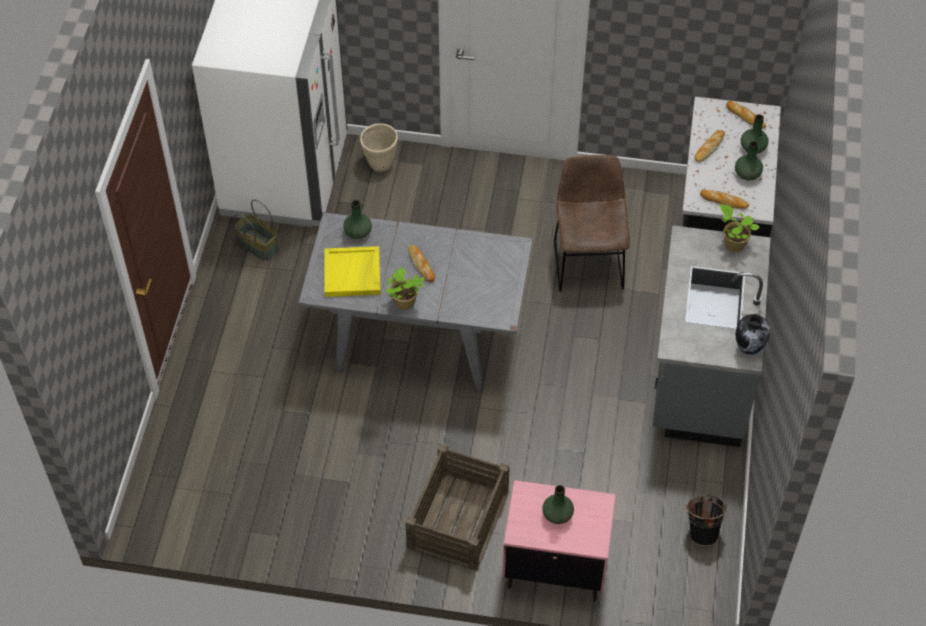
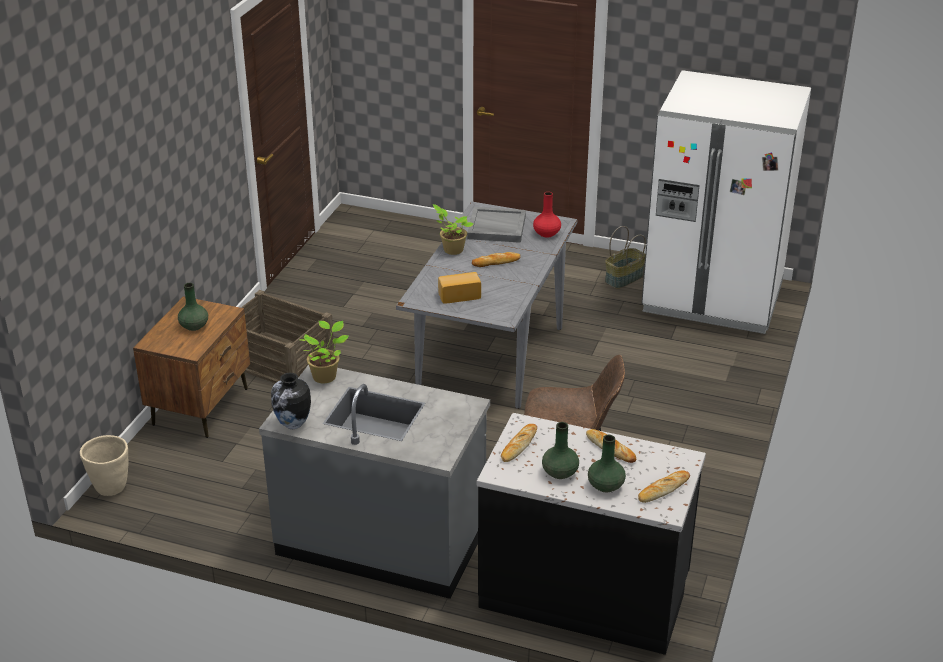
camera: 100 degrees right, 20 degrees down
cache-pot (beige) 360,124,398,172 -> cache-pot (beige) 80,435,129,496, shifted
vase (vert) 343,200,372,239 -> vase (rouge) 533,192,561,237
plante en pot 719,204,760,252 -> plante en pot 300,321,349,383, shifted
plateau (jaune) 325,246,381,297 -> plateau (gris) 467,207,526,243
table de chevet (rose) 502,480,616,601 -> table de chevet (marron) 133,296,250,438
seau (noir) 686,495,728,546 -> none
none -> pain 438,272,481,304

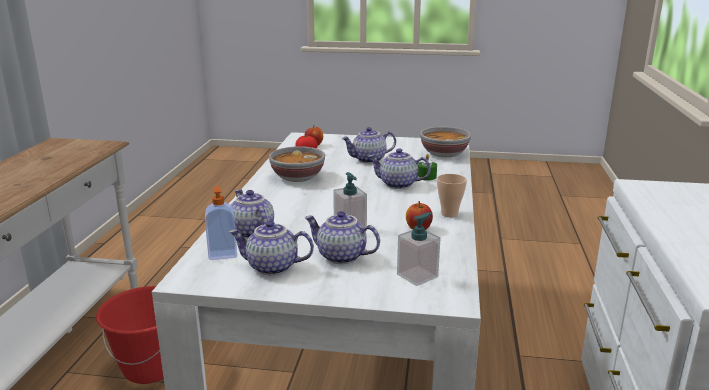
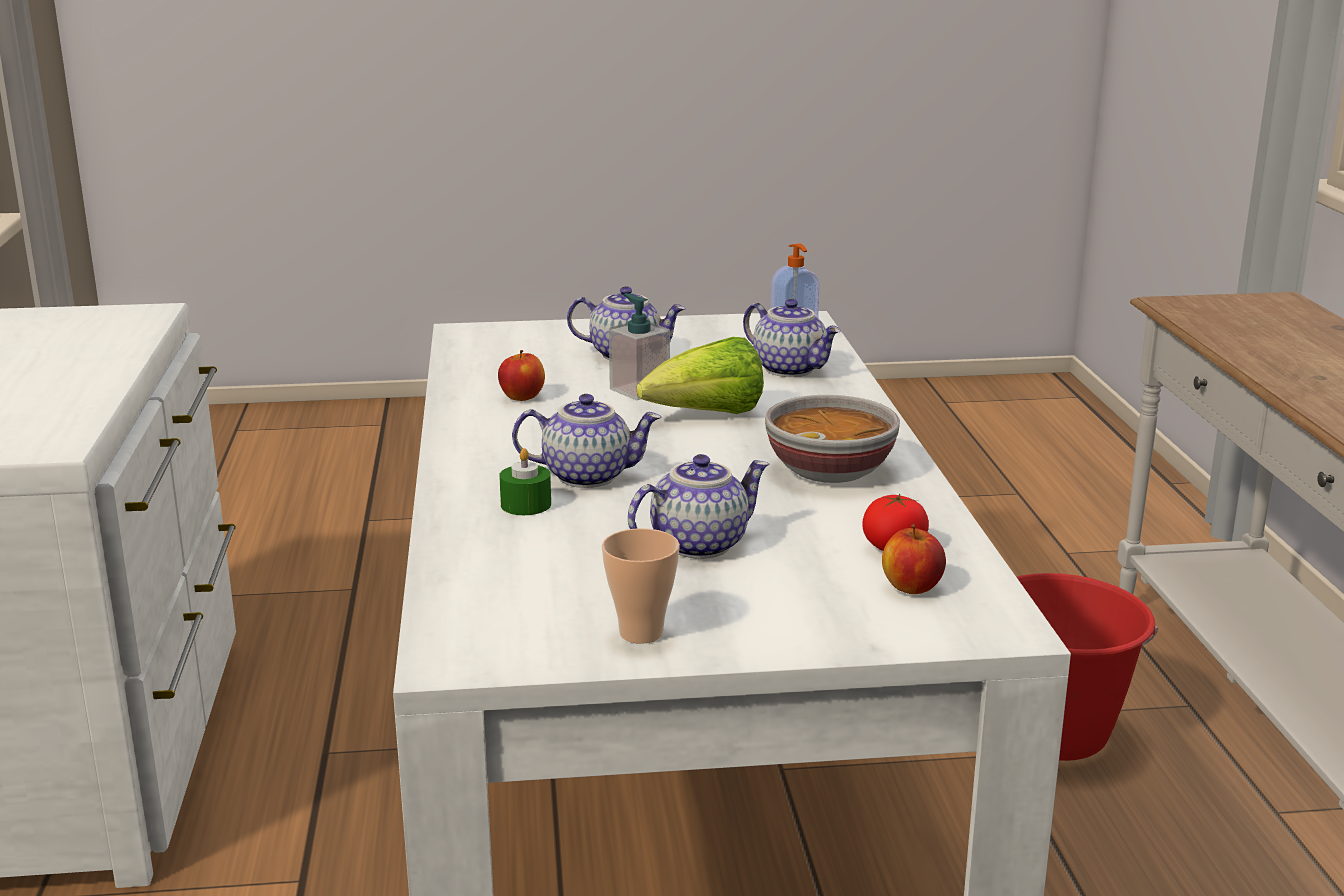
camera: 165 degrees right, 0 degrees up
bol 420,126,471,157 -> none
tasse 437,174,467,217 -> tasse 602,528,680,644, shifted
distributeur de savon 397,212,440,286 -> none
théière 229,220,314,275 -> none
none -> laitue 637,337,764,414

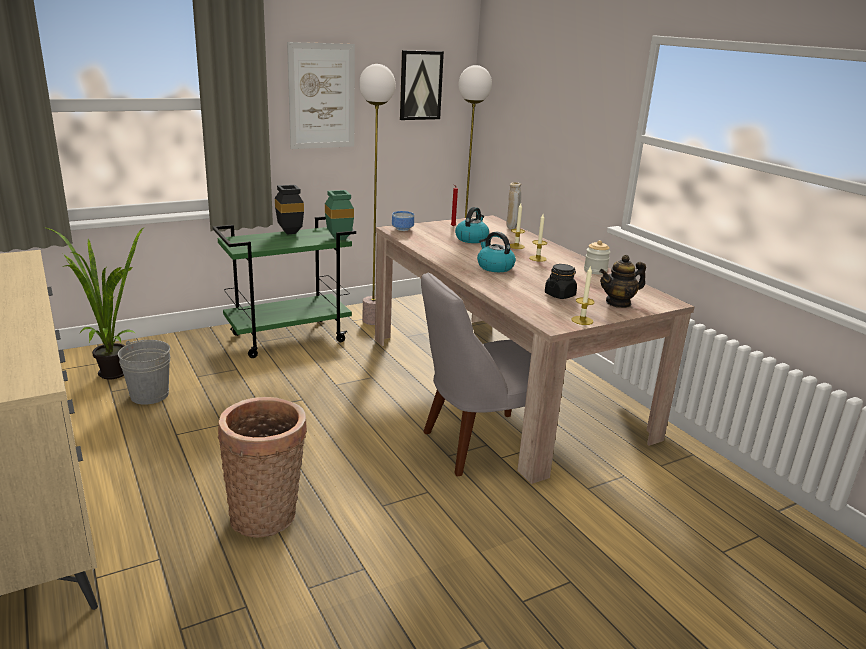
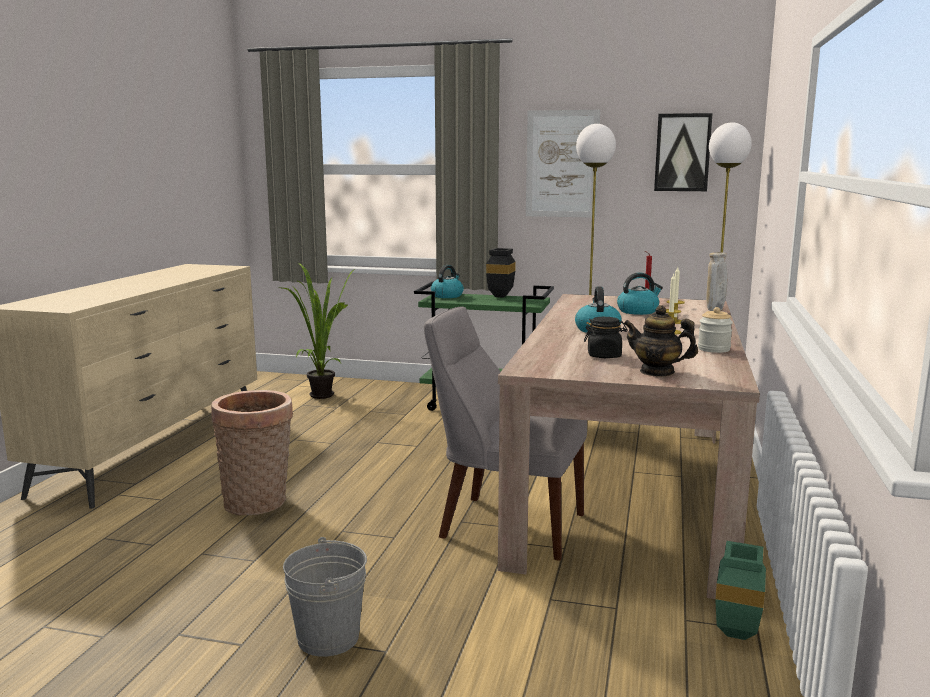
camera: 45 degrees right, 10 degrees down
vase (vert) 325,190,354,240 -> vase (vert) 715,541,766,640, shifted
bol 392,211,414,231 -> none
bougie 572,265,595,325 -> none
seau (gris) 118,340,170,405 -> seau (gris) 283,537,367,657, shifted
none -> bouilloire 431,265,464,298

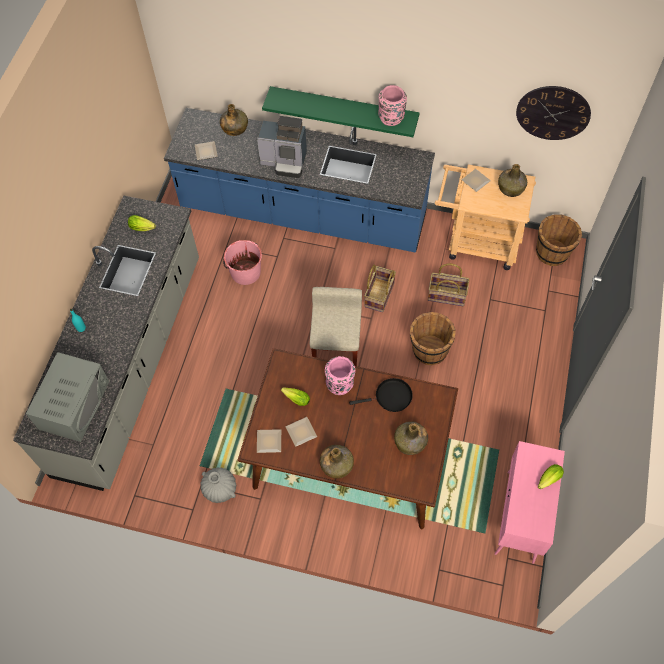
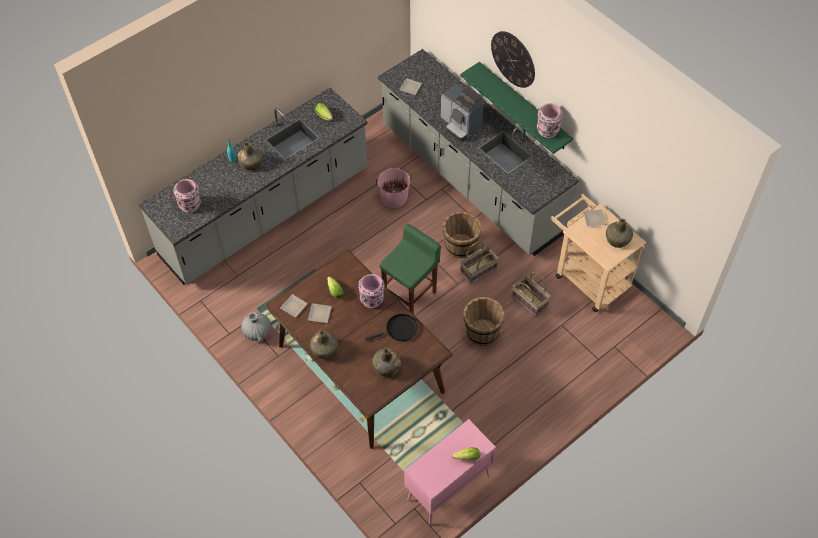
camera: 35 degrees right, 5 degrees down
horloge murale 516,86,591,140 -> horloge murale 491,31,535,88, shifted
bouteille (vert) 220,104,248,136 -> bouteille (vert) 237,142,263,170, shifted
comptoir de cuisine (bleu) 164,108,435,253 -> comptoir de cuisine (gris) 378,49,579,256
seau (marron) 536,215,582,266 -> seau (marron) 442,211,482,258, shifted
tabouret (beige) 310,287,362,366 -> tabouret (vert) 380,224,441,315
micro-ondes (gris) 26,352,110,442 -> vase (rose) 173,179,201,213
poêle (noir) 349,378,413,412 -> poêle (noir) 365,314,418,341, 45 degrees counterclockwise

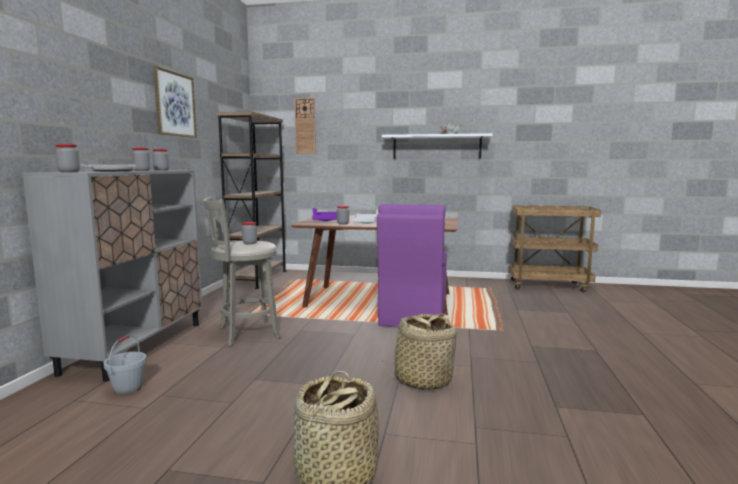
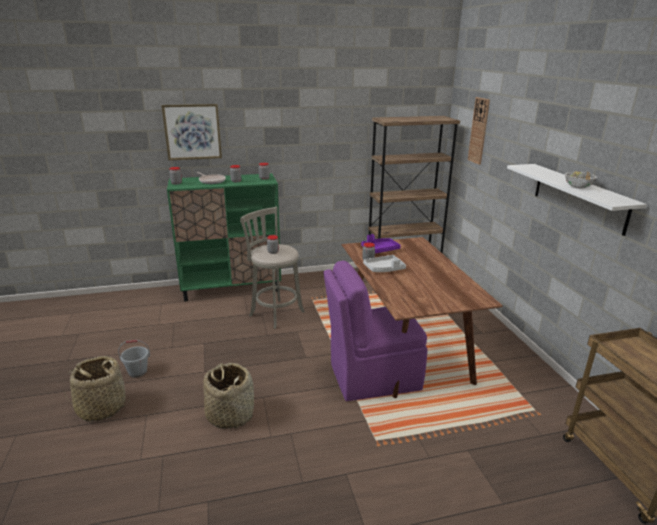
camera: 65 degrees right, 15 degrees up
tableau 153,66,197,138 -> tableau 161,104,222,160, shifted
meuble de rangement (gris) 22,171,202,382 -> meuble de rangement (vert) 167,173,281,301
seau (gris) 103,334,147,395 -> seau (gris) 118,340,150,378, shifted

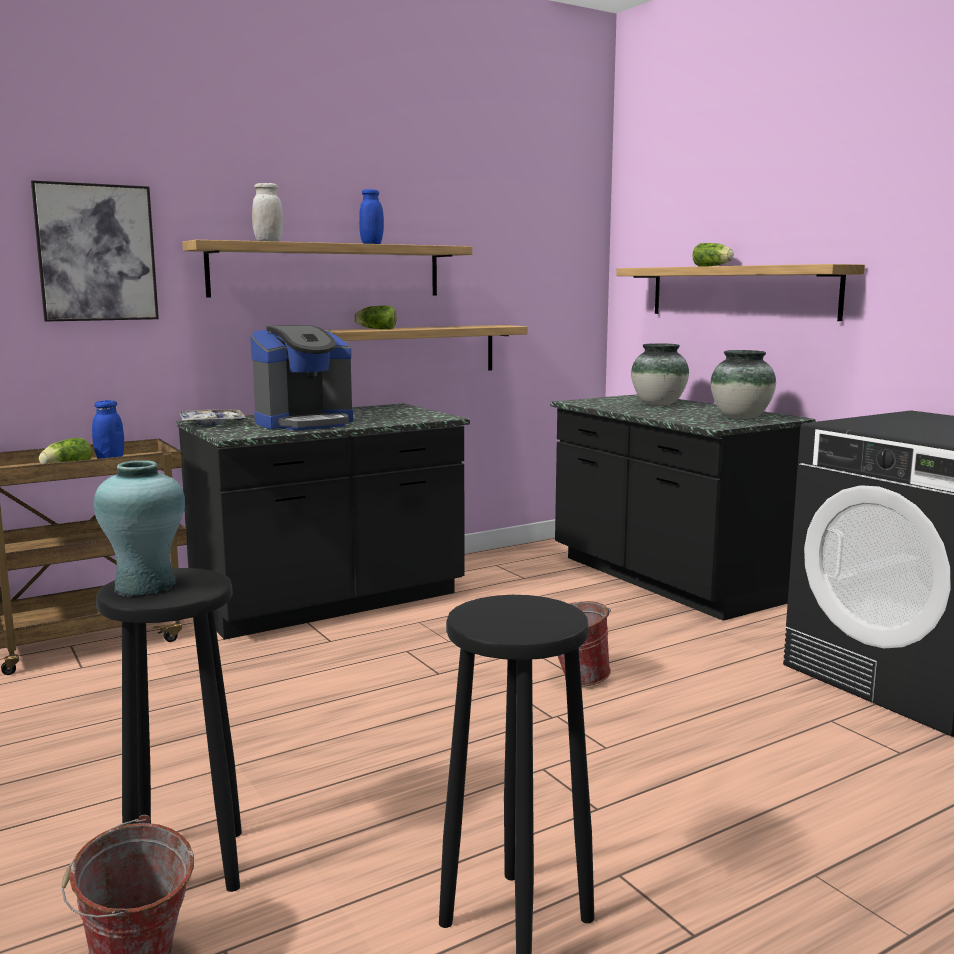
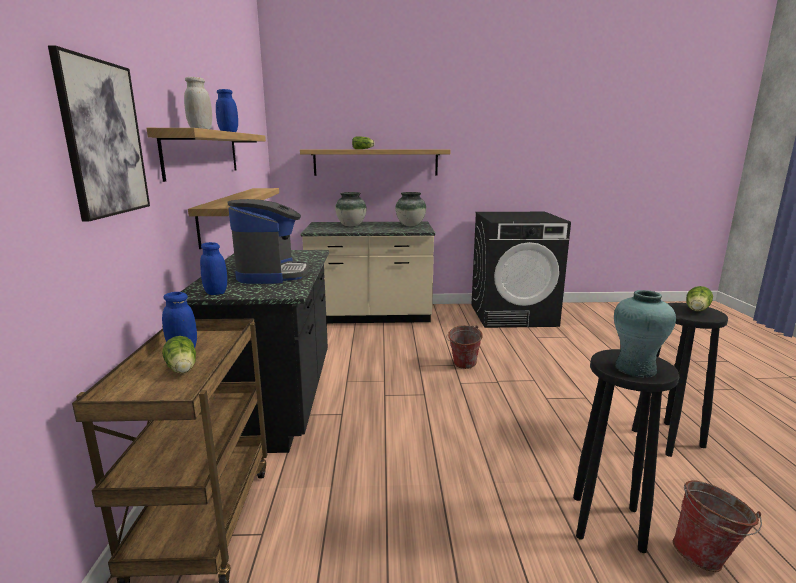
camera: 60 degrees left, 5 degrees up
laitue 354,306,396,329 -> laitue 686,286,713,311, shifted
comptoir de cuisine (noir) 551,394,815,621 -> comptoir de cuisine (beige) 301,222,435,323
plateau 179,409,246,426 -> bocal (bleu) 200,242,227,295

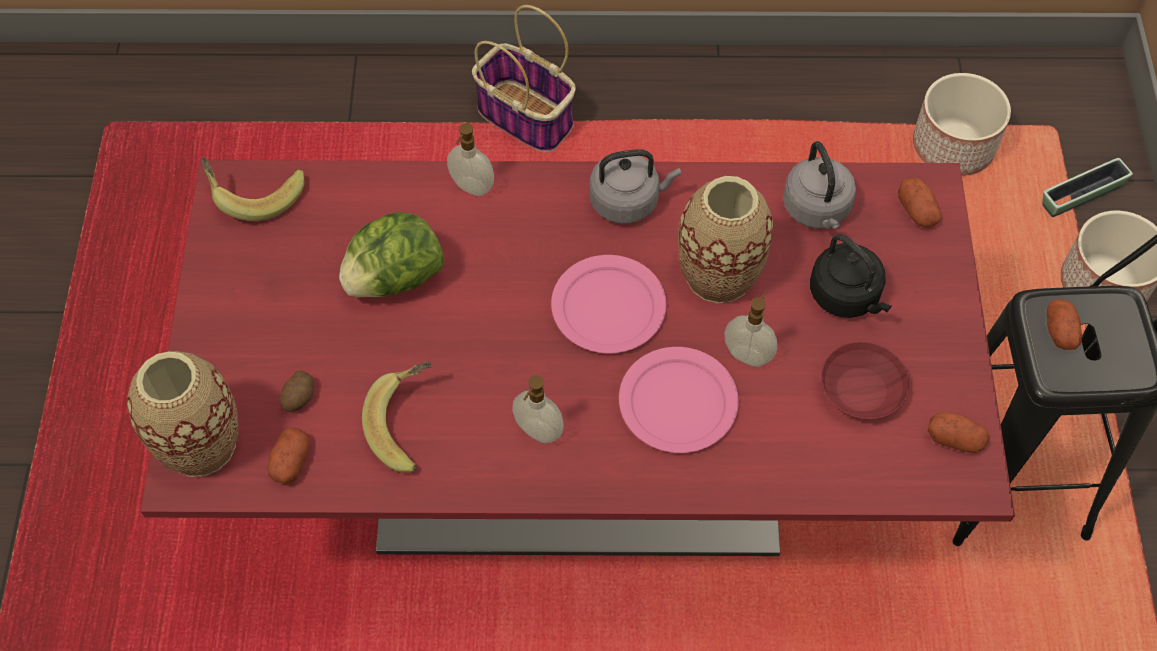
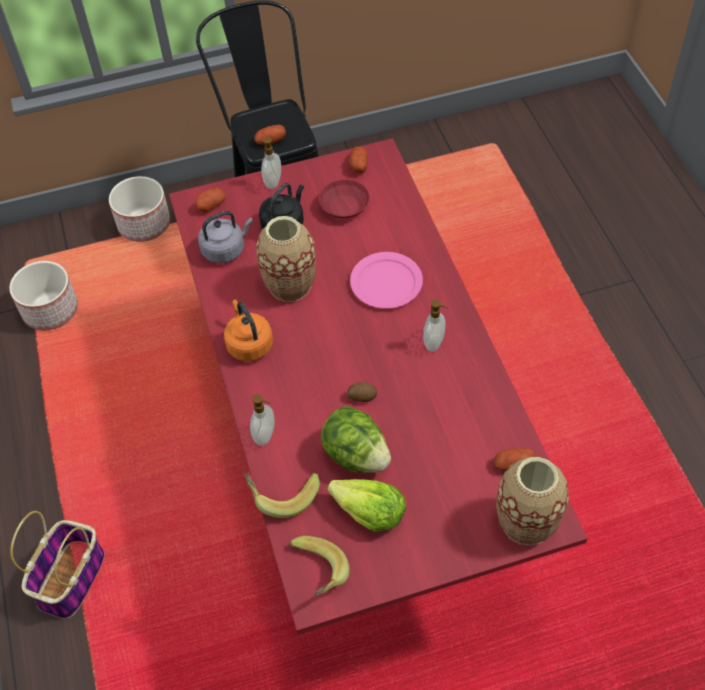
camera: 105 degrees left, 5 degrees down
bouilloire (gris) 589,149,681,224 -> bouilloire (orange) 224,299,273,361
cache-pot 1042,158,1133,217 -> none
assiette (rose) 551,255,666,353 -> none
distributeur de savon 724,291,777,367 -> distributeur de savon 257,137,281,189, shifted
banane 362,361,431,473 -> banane 244,473,320,518, shifted
pomme de terre 280,370,314,412 -> pomme de terre 347,382,377,402, shifted
none -> laitue 327,479,406,532

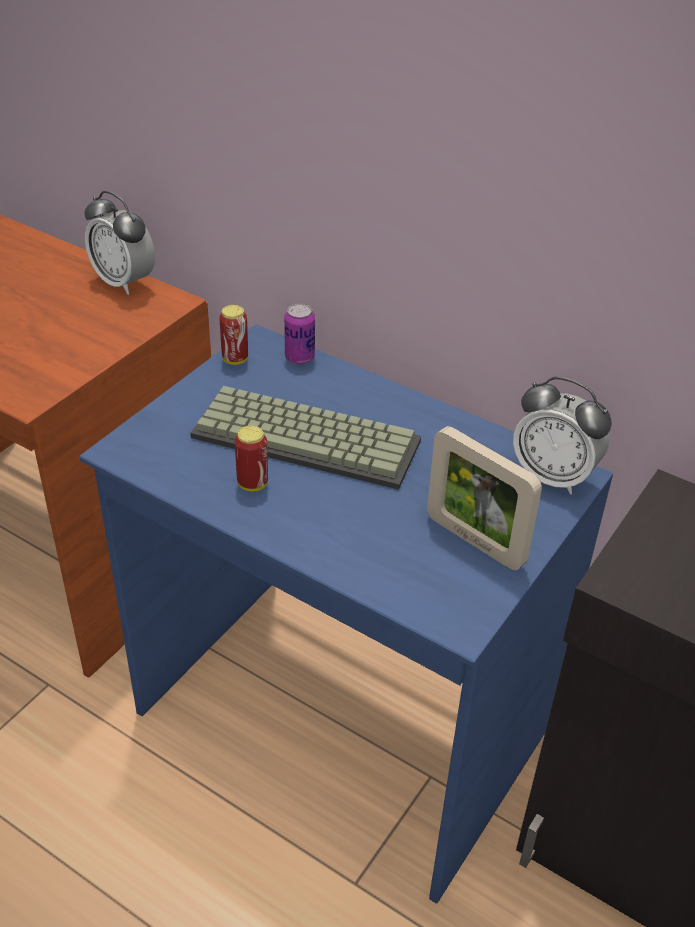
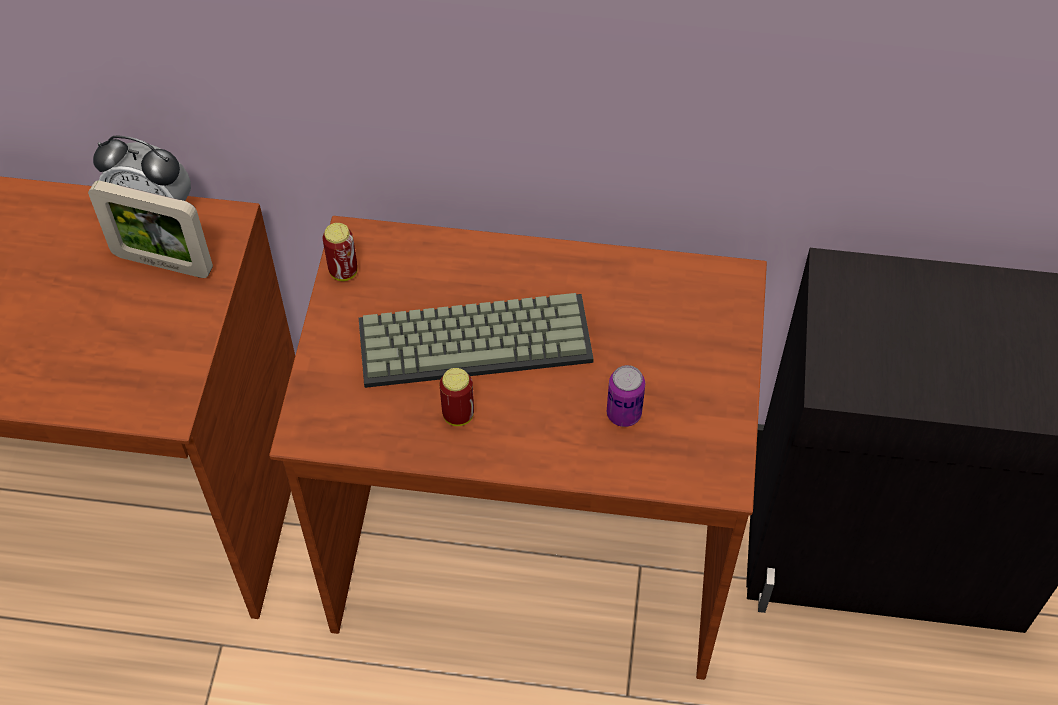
camera: 25 degrees left, 15 degrees up
boîte métallique 284,303,315,364 -> boîte métallique 607,365,645,427, shifted
bureau (bleu) 79,324,613,903 -> bureau (marron) 269,216,767,680
réveil 513,377,612,495 -> none
cadre photo 427,426,542,570 -> cadre photo 88,181,213,278, shifted

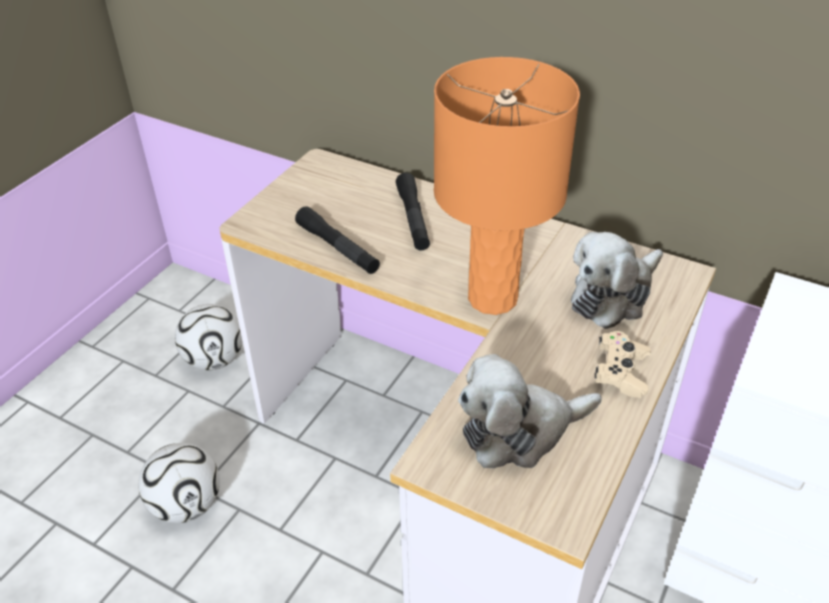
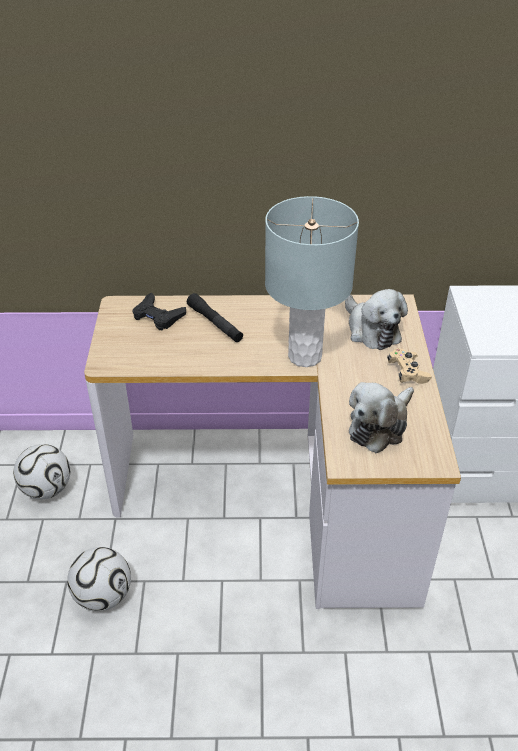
camera: 30 degrees left, 0 degrees up
lampe de table (orange) 434,57,580,315 -> lampe de table (gris) 265,196,359,367
lampe de poche (noir) 295,206,380,274 -> none
peluche 571,232,663,329 -> peluche 345,289,408,350, 45 degrees counterclockwise
none -> manette (noir) 133,292,186,331

